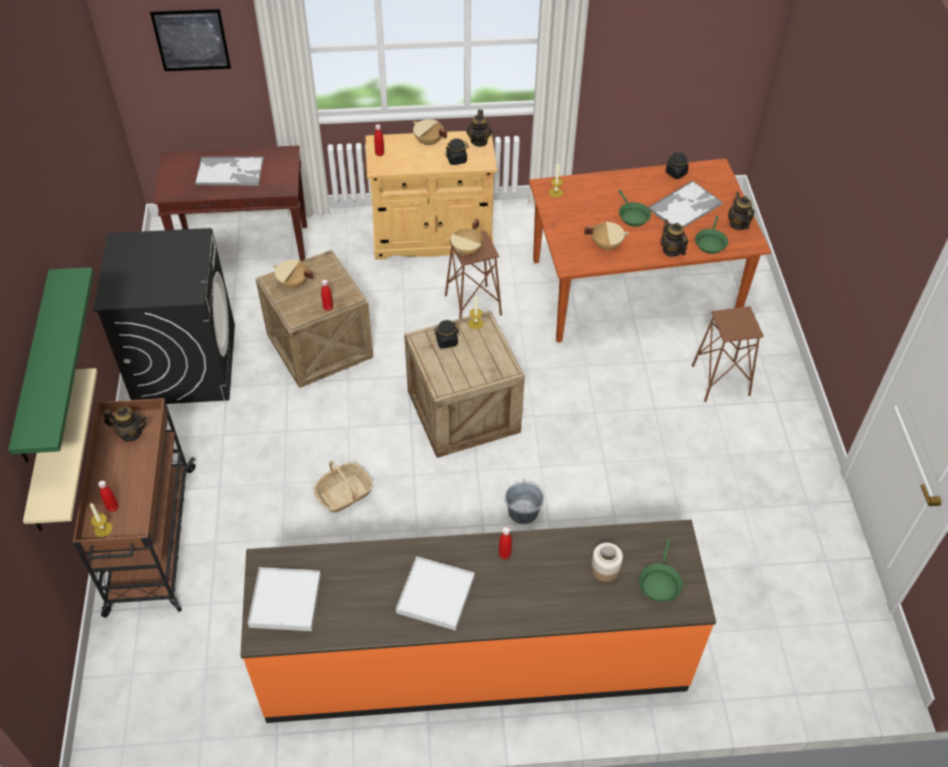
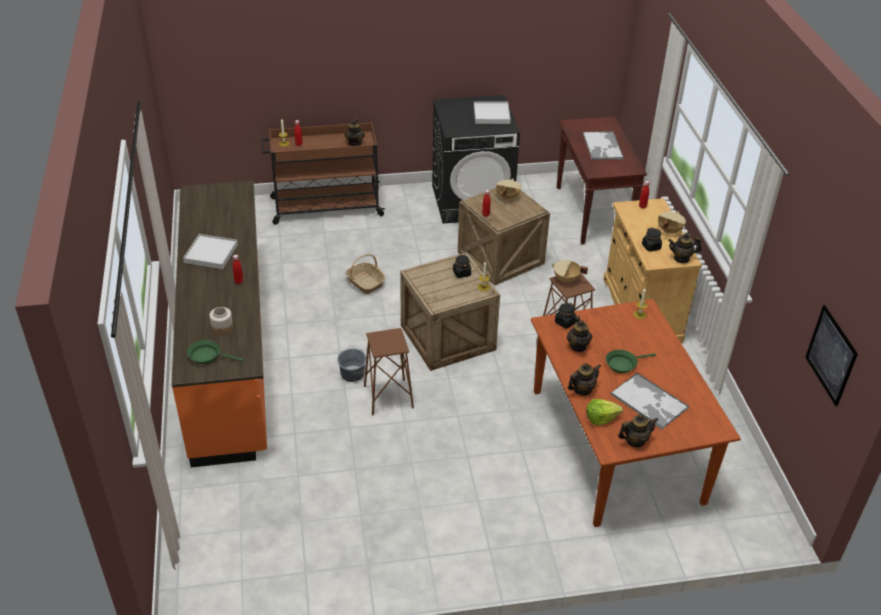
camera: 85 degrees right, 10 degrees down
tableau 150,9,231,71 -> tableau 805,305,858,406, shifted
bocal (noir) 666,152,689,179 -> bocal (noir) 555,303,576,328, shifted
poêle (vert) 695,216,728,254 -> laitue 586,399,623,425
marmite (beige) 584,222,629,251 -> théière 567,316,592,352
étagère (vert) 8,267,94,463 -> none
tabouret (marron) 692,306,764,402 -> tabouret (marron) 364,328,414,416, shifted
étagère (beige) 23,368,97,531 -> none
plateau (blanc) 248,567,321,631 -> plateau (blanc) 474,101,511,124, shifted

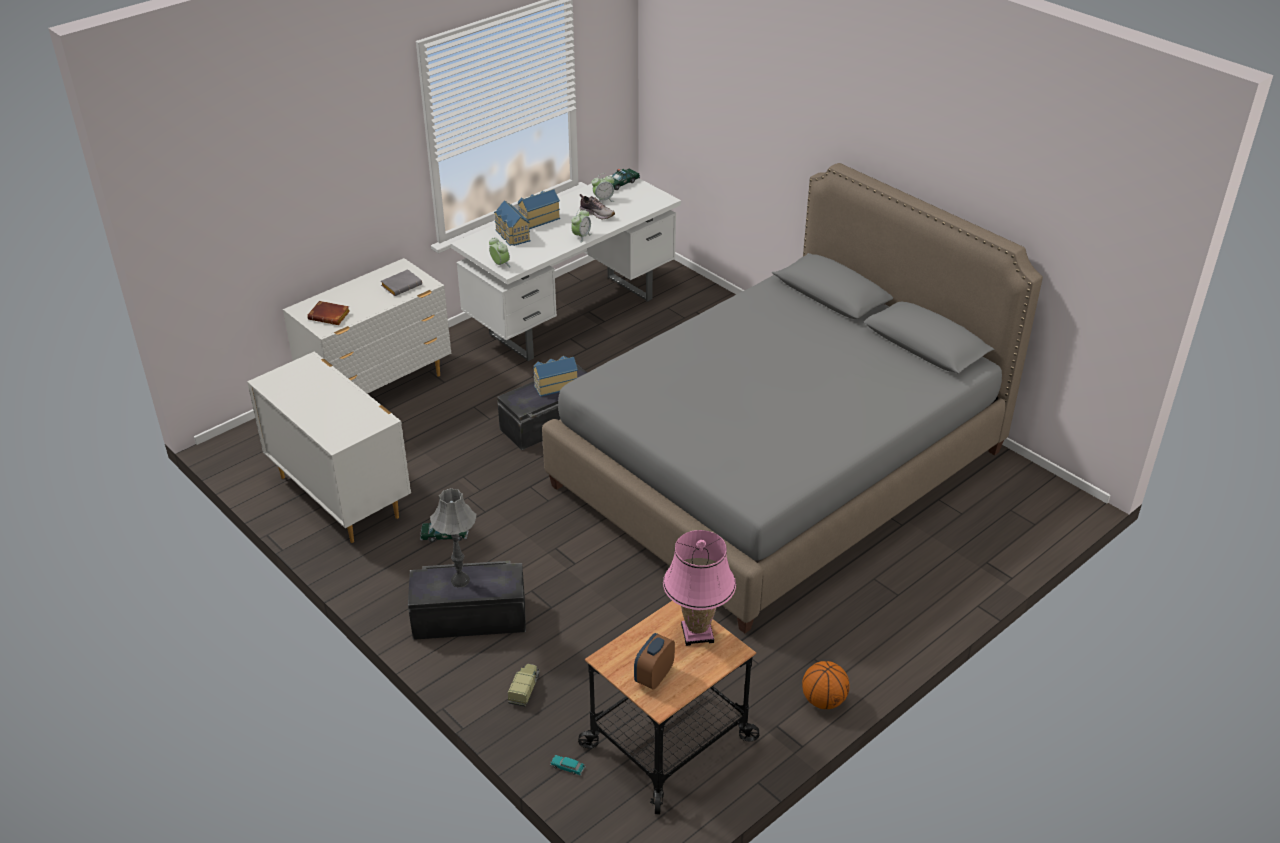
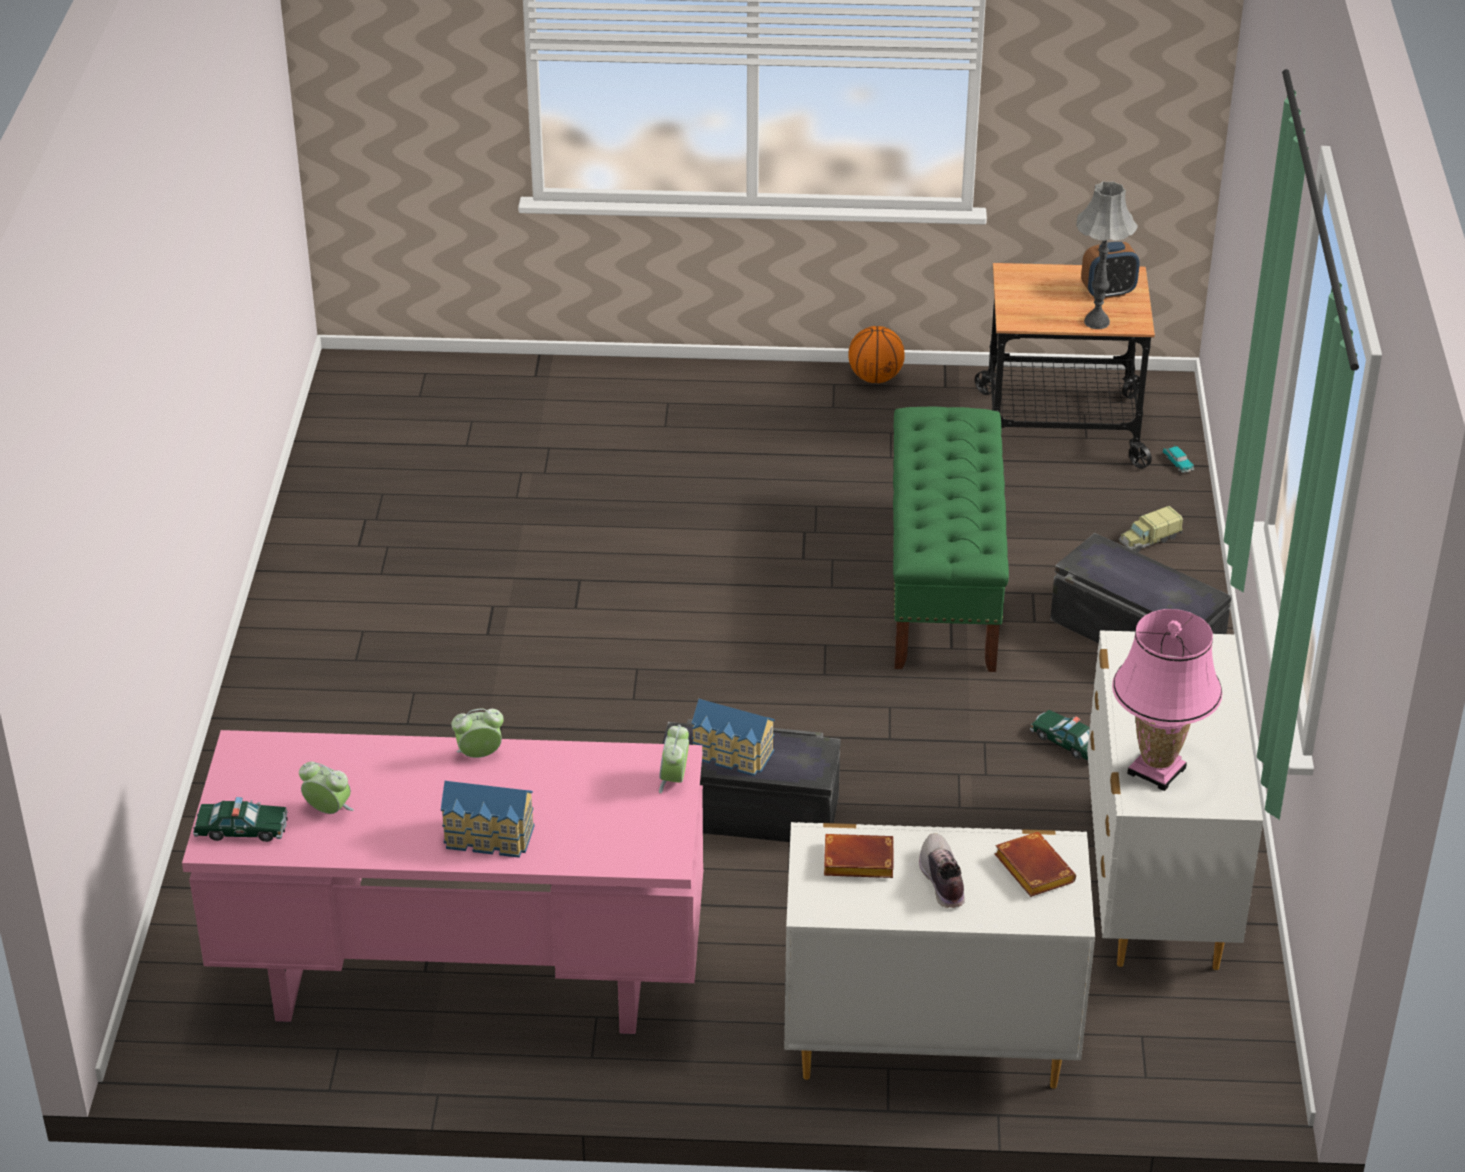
camera: 135 degrees left, 0 degrees up
lit (gris) 542,163,1043,633 -> none
bureau (blanc) 451,175,681,361 -> bureau (rose) 182,730,703,1035
chaussure 580,194,615,219 -> chaussure 919,833,965,908, shifted
maison miniature 494,200,530,246 -> none
livre (gris) 381,269,422,296 -> livre (marron) 824,834,894,878
lampe de table (gris) 430,488,476,588 -> lampe de table (gris) 1076,181,1138,329, shifted
lampe de table (rose) 663,530,736,646 -> lampe de table (rose) 1112,609,1223,791, shifted
none -> banc (vert) 893,406,1009,672

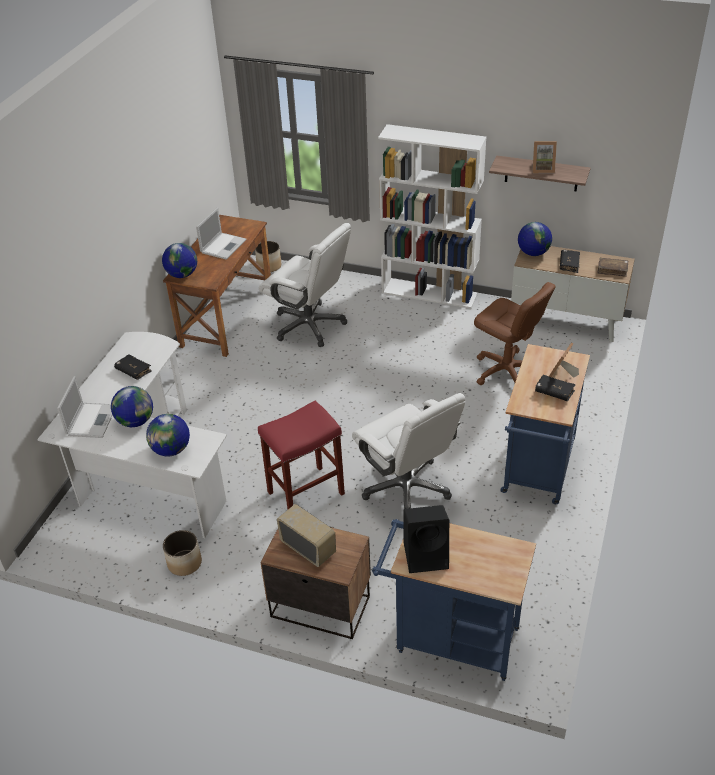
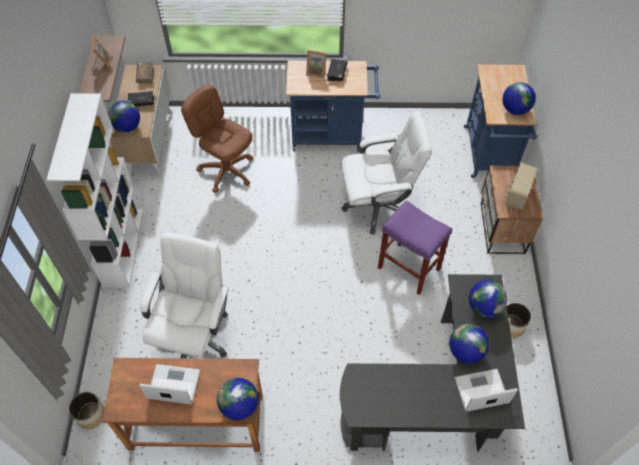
camera: 110 degrees left, 15 degrees up
chaise de bureau (marron) 474,282,556,385 -> chaise de bureau (marron) 181,85,253,193, 75 degrees counterclockwise
bureau (blanc) 37,332,227,538 -> bureau (noir) 340,274,525,452
livre (noir) 114,354,152,380 -> none
chaise de bureau (blanc) 352,393,465,509 -> chaise de bureau (blanc) 341,111,432,234, 45 degrees clockwise
tabouret (rouge) 258,401,345,509 -> tabouret (violet) 378,200,452,295
enceinte (noir) 403,505,449,573 -> globe 502,82,536,115

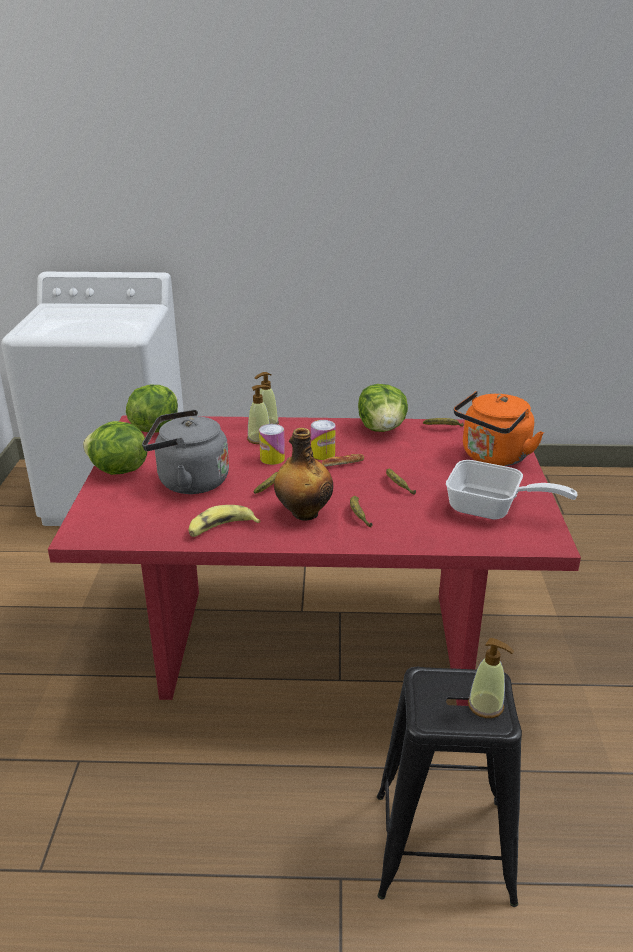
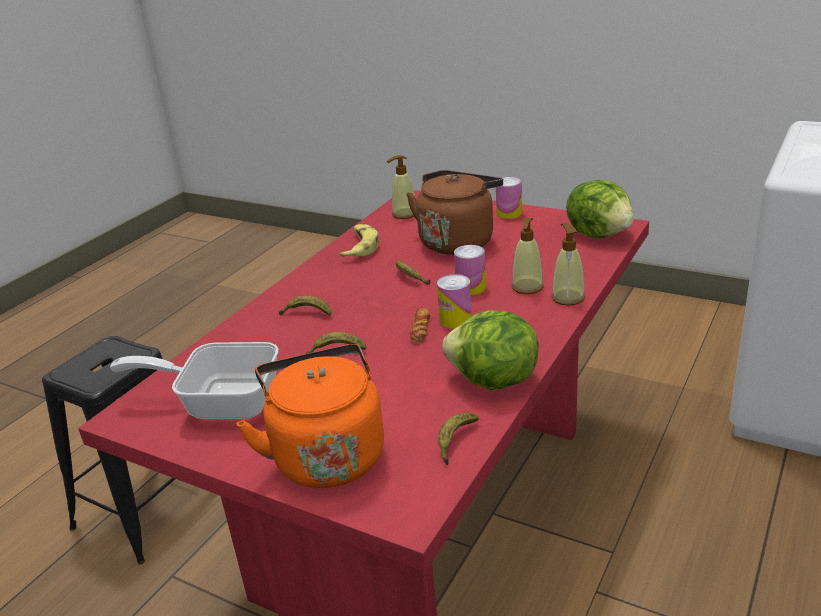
camera: 120 degrees right, 0 degrees up
bouilloire (gris) 142,410,229,494 -> bouilloire (marron) 406,170,503,255
laitue 83,421,148,475 -> boîte métallique 496,177,522,219
bouteille 274,428,333,521 -> none
poêle 446,460,578,520 -> poêle 110,342,279,419, 45 degrees clockwise
distributeur de savon 468,638,514,718 -> distributeur de savon 387,155,415,219, shifted

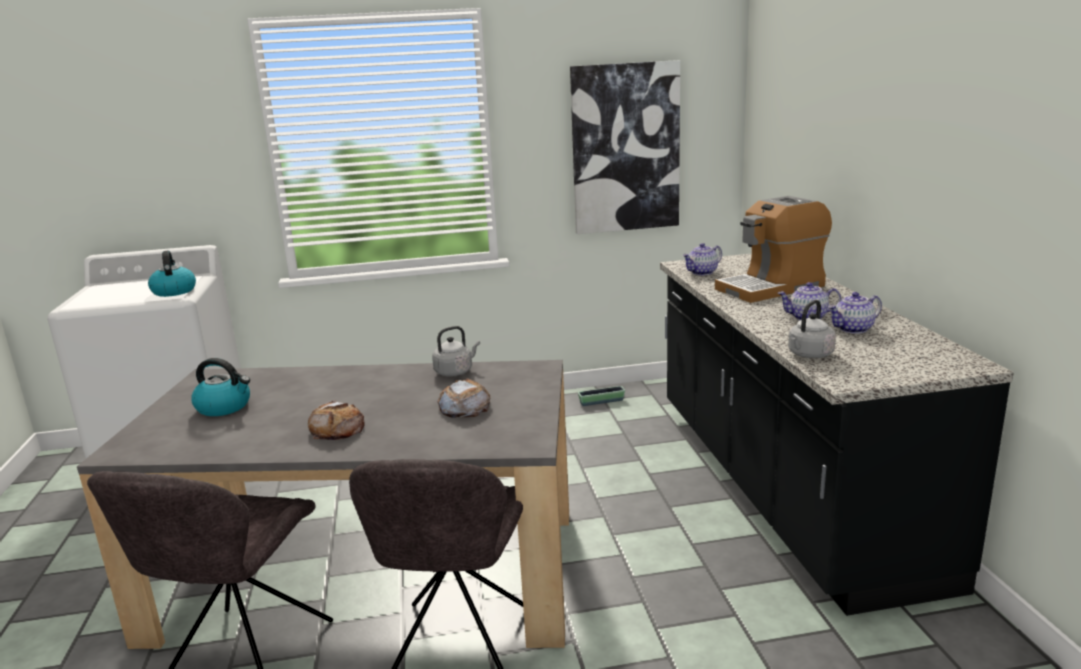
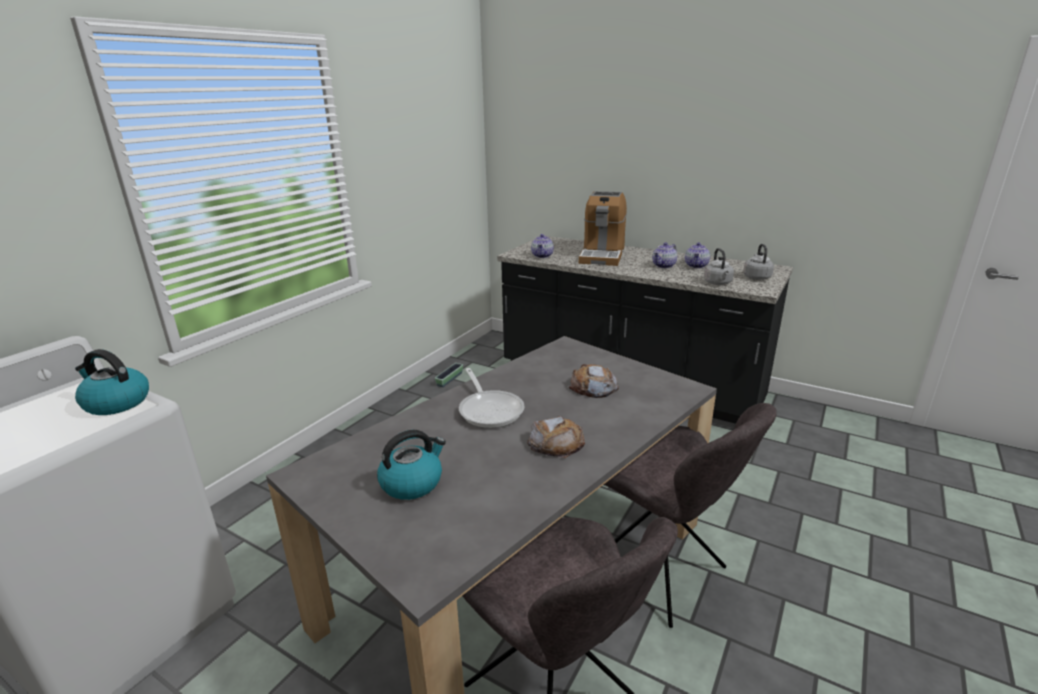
camera: 50 degrees left, 5 degrees up
tableau 570,60,680,234 -> none
bouilloire (gris) 432,326,480,376 -> bouilloire (gris) 743,244,774,280, shifted
none -> poêle 459,368,525,428

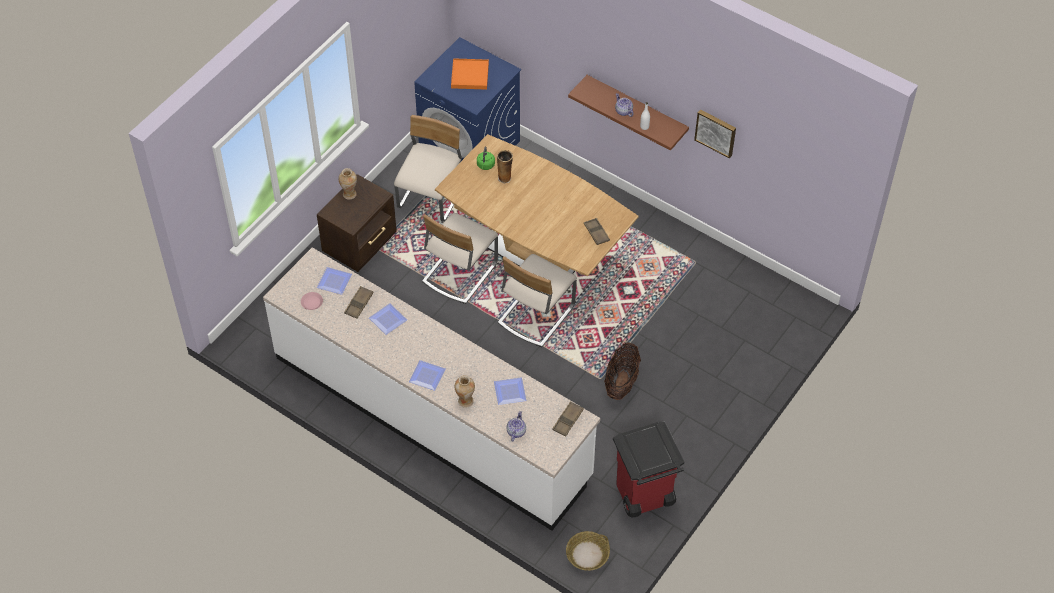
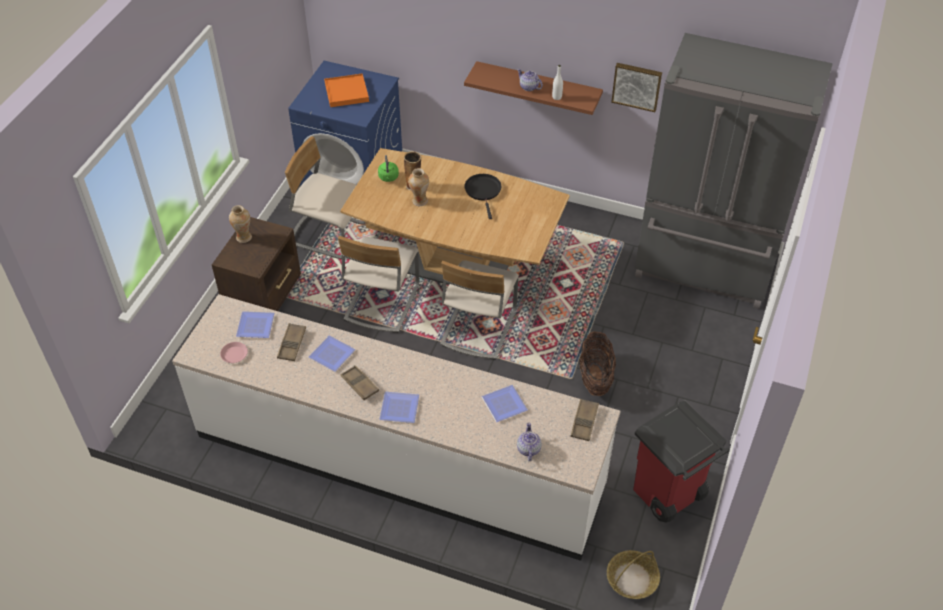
camera: 15 degrees left, 5 degrees down
chaise (beige) 394,115,462,222 -> chaise (beige) 285,136,366,259, 75 degrees counterclockwise
plateau (marron) 584,218,610,245 -> plateau (marron) 340,365,379,400, shifted
vase 455,375,475,408 -> vase 408,168,429,206, shifted
none -> réfrigérateur (gris) 635,33,833,309
none -> poêle (noir) 464,174,501,219

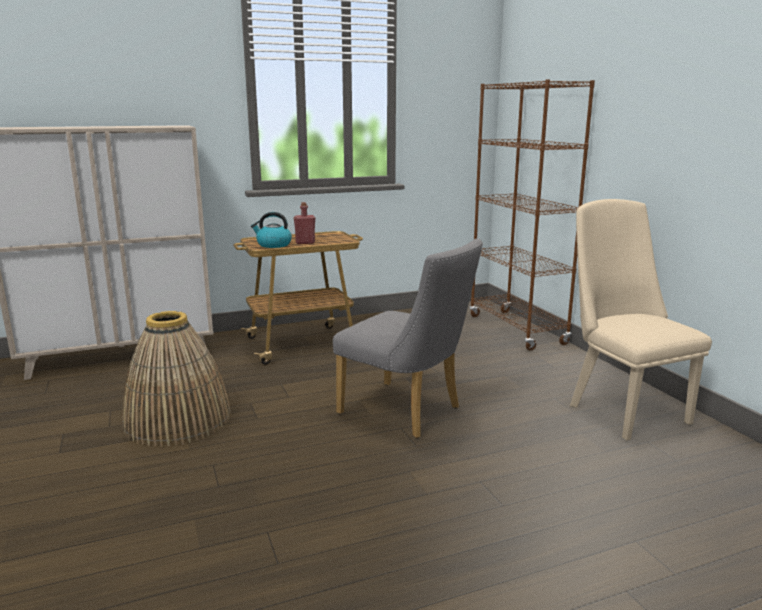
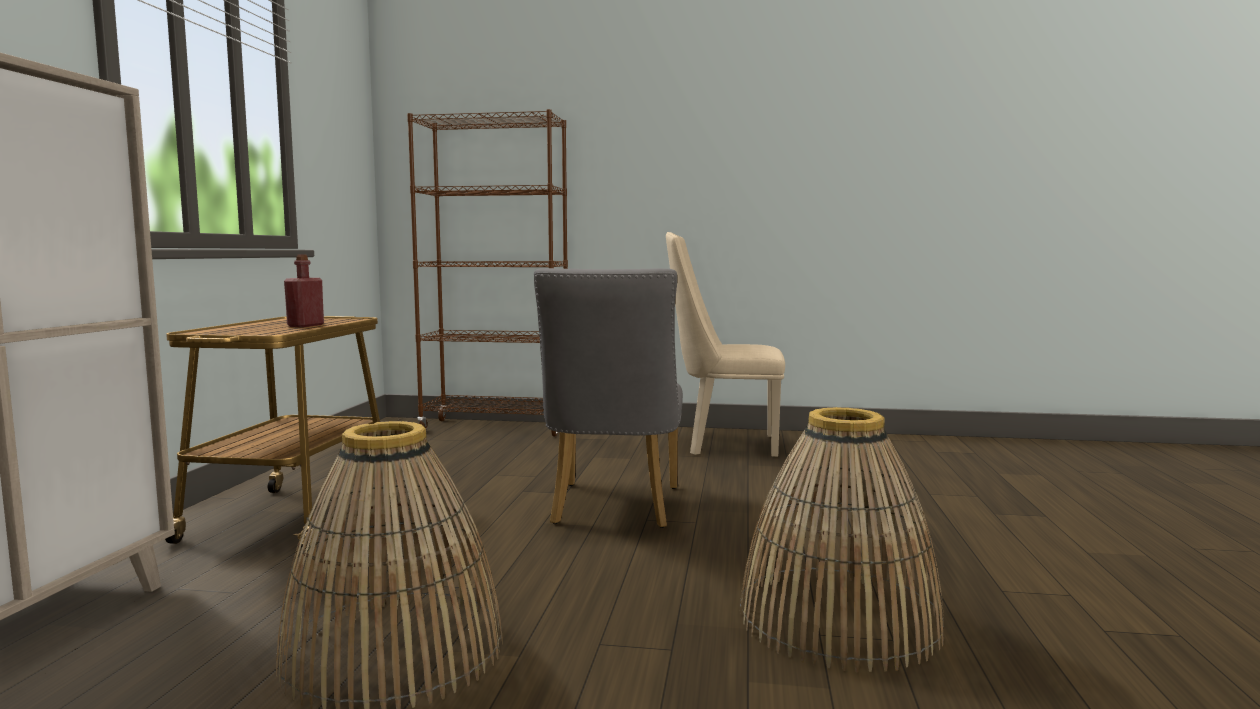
camera: 60 degrees left, 10 degrees down
bouilloire 251,212,292,248 -> none
chaise (gris) 333,238,483,438 -> chaise (gris) 534,268,683,528, 120 degrees clockwise
none -> panier 739,407,944,672

